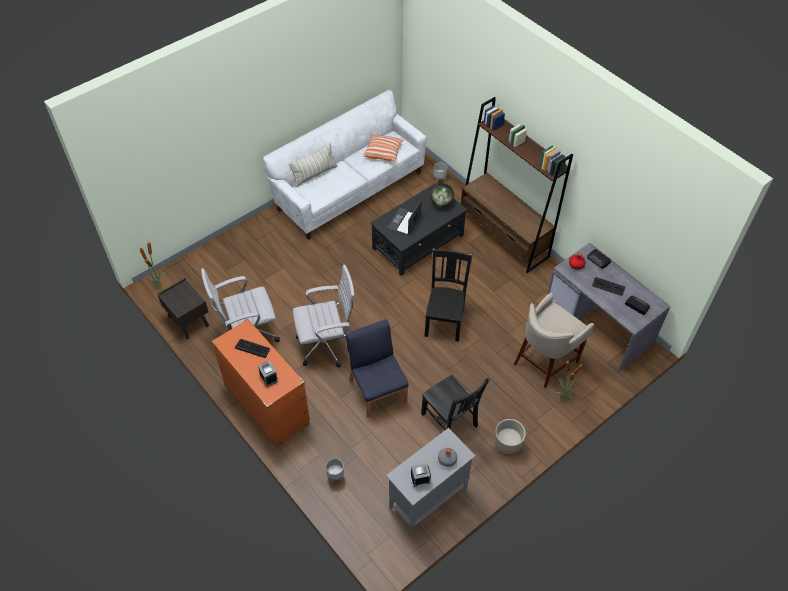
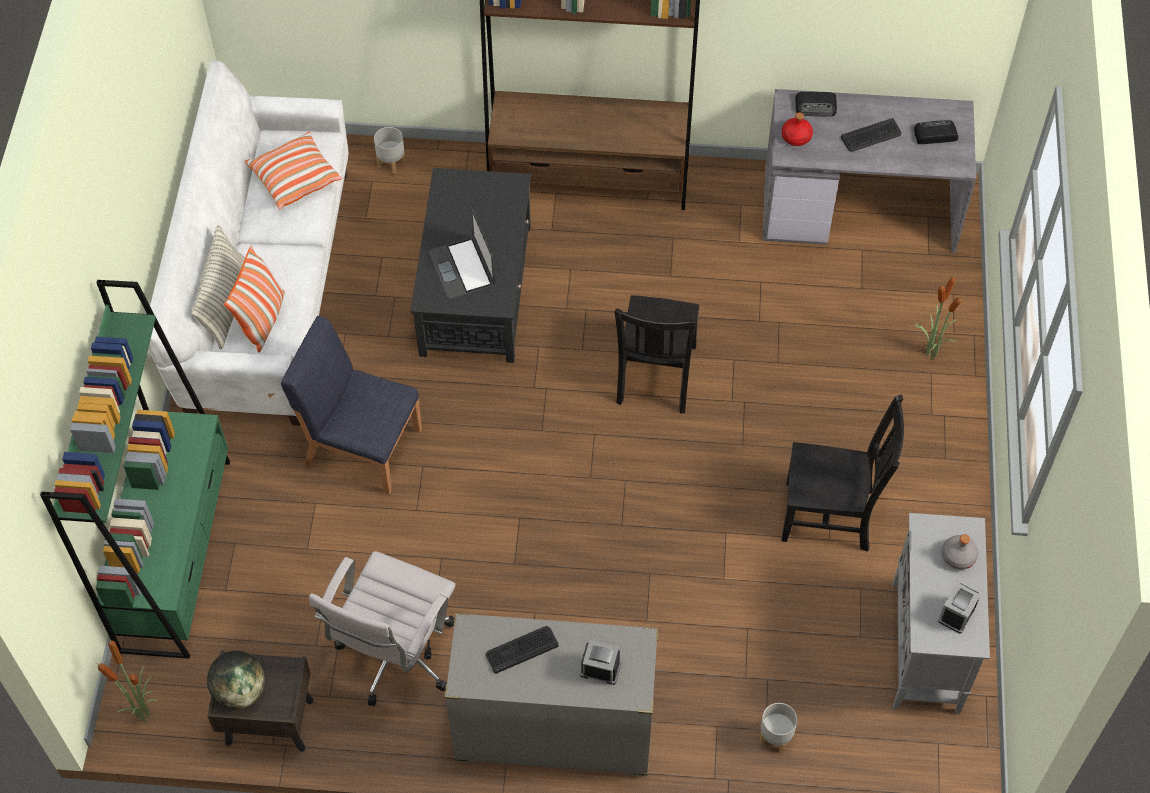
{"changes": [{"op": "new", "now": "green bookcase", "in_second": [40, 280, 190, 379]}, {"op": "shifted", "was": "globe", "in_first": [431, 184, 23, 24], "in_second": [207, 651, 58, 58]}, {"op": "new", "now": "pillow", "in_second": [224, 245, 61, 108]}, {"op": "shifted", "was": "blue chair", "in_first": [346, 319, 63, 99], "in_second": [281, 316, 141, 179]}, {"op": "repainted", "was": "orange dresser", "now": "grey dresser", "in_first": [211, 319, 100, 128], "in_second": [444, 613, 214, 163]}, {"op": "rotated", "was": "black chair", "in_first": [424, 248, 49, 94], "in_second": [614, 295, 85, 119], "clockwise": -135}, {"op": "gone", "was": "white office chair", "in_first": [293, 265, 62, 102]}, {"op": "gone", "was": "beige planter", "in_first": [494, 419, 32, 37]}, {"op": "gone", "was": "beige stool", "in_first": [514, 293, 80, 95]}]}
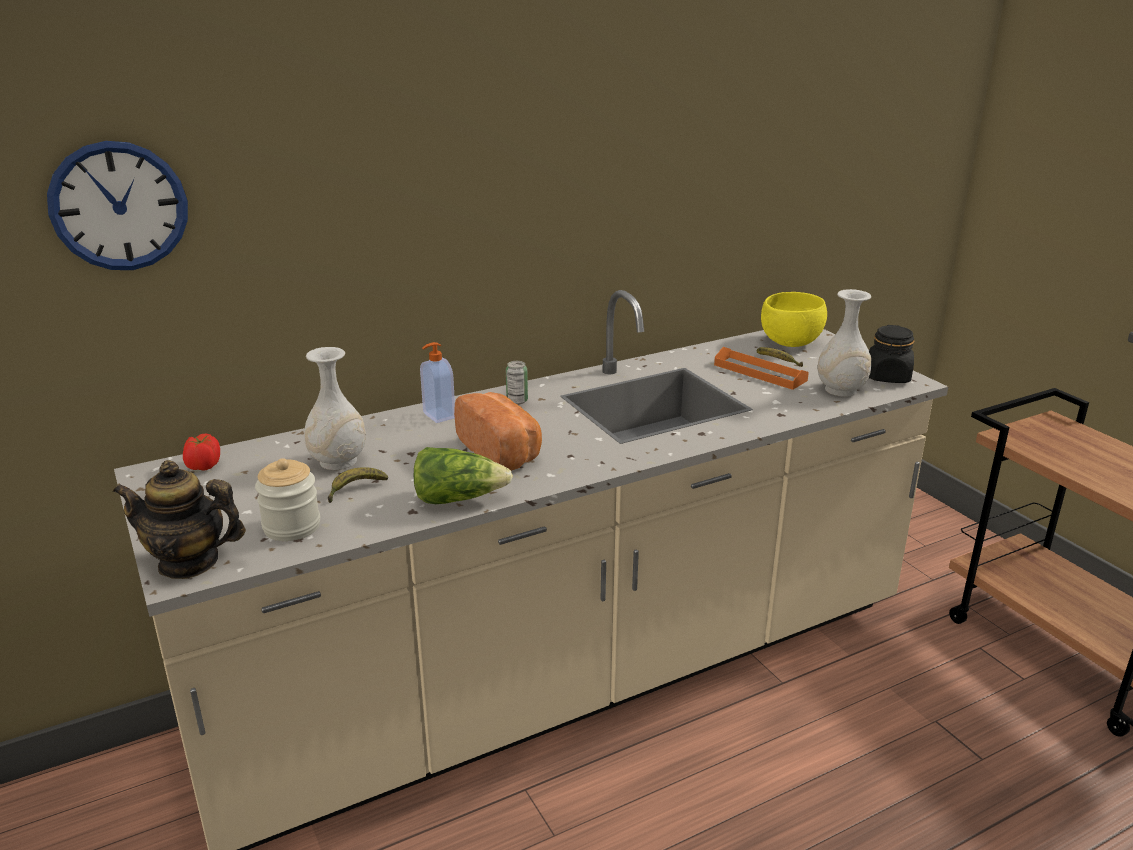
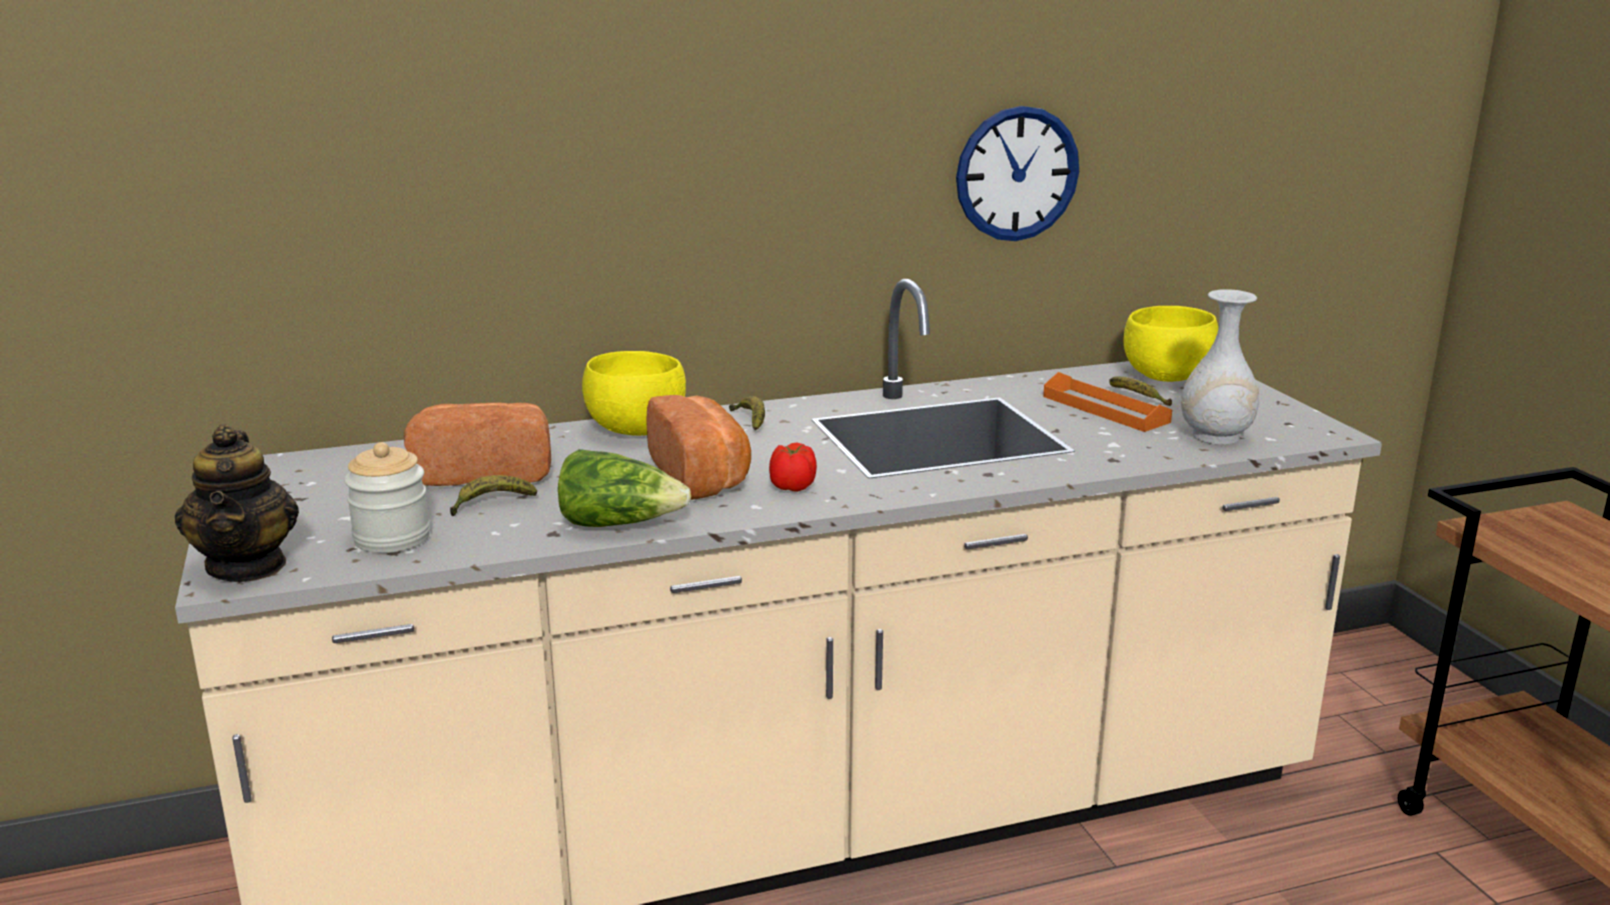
{"changes": [{"op": "rotated", "was": "teapot", "in_first": [113, 460, 133, 119], "in_second": [175, 424, 124, 158], "clockwise": -120}, {"op": "swapped", "was": "white vase", "now": "bread", "in_first": [304, 347, 62, 123], "in_second": [404, 403, 147, 83]}, {"op": "swapped", "was": "soap dispenser", "now": "yellow bowl", "in_first": [420, 342, 35, 81], "in_second": [582, 351, 104, 85]}, {"op": "swapped", "was": "can", "now": "banana", "in_first": [506, 361, 22, 44], "in_second": [729, 396, 36, 34]}, {"op": "shifted", "was": "tomato", "in_first": [183, 433, 37, 37], "in_second": [769, 443, 48, 49]}, {"op": "shifted", "was": "wall clock", "in_first": [47, 141, 141, 129], "in_second": [956, 106, 123, 135]}, {"op": "gone", "was": "black jar", "in_first": [869, 325, 45, 58]}]}
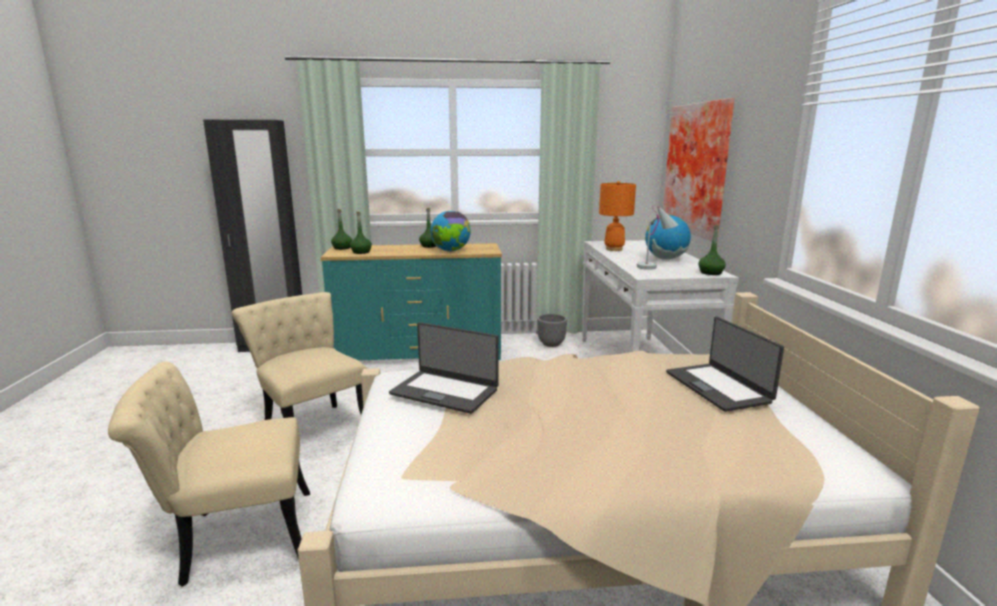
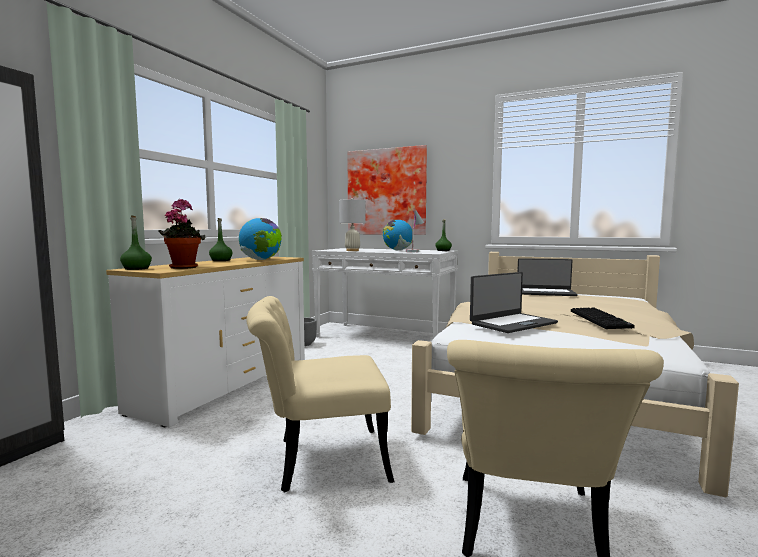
{"changes": [{"op": "repainted", "was": "turquoise dresser", "now": "white dresser", "in_first": [321, 243, 181, 118], "in_second": [106, 257, 199, 171]}, {"op": "swapped", "was": "green bottle", "now": "potted plant", "in_first": [350, 212, 22, 42], "in_second": [159, 199, 47, 70]}, {"op": "repainted", "was": "orange table lamp", "now": "white table lamp", "in_first": [599, 181, 37, 70], "in_second": [339, 198, 27, 53]}, {"op": "new", "now": "keyboard", "in_second": [571, 307, 64, 22]}]}
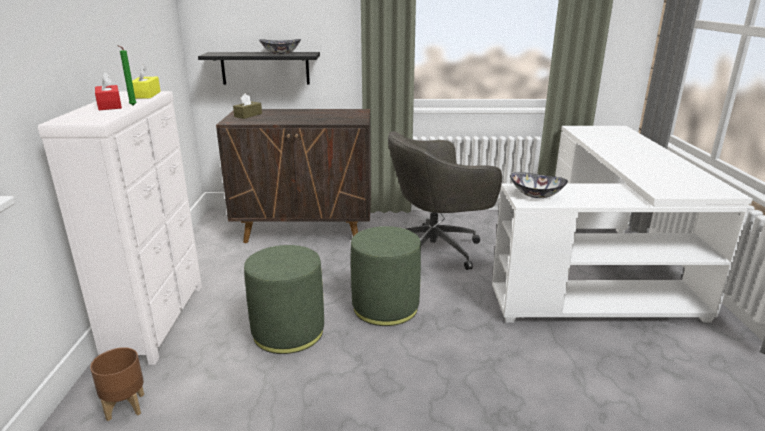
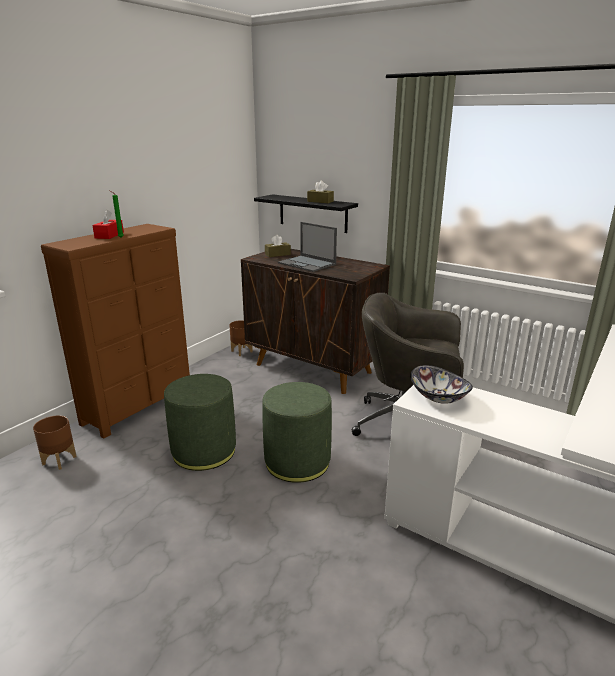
{"changes": [{"op": "repainted", "was": "white dresser", "now": "brown dresser", "in_first": [38, 91, 164, 274], "in_second": [41, 224, 149, 214]}, {"op": "new", "now": "brown planter", "in_second": [229, 320, 24, 36]}, {"op": "new", "now": "laptop", "in_second": [278, 222, 59, 50]}, {"op": "swapped", "was": "bowl", "now": "brown tissue box", "in_first": [259, 39, 42, 15], "in_second": [307, 181, 27, 22]}, {"op": "gone", "was": "yellow tissue box", "in_first": [132, 64, 29, 35]}]}
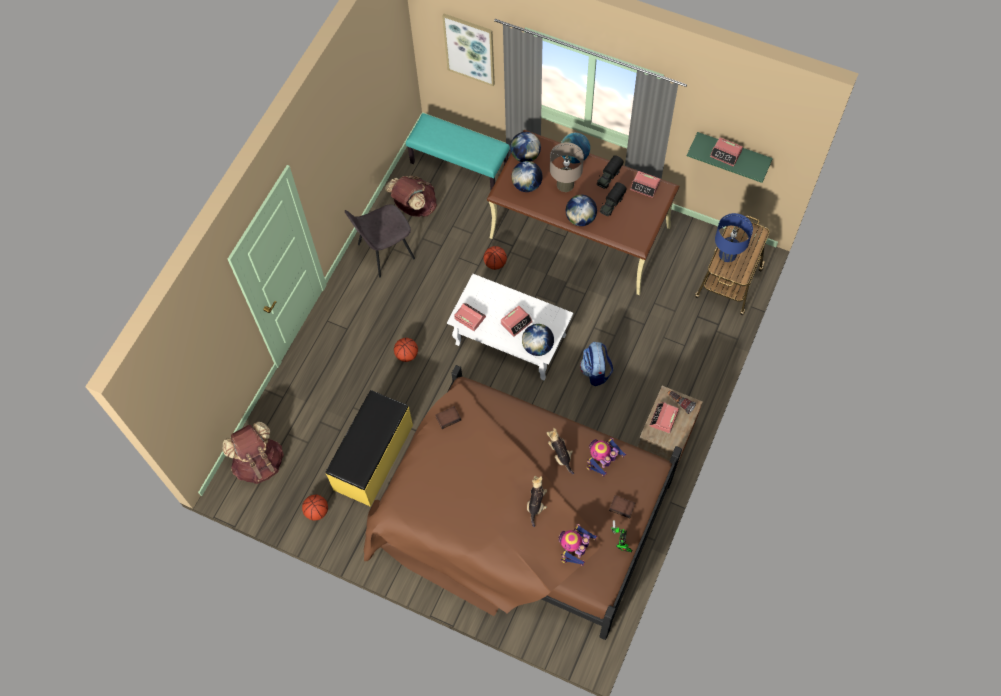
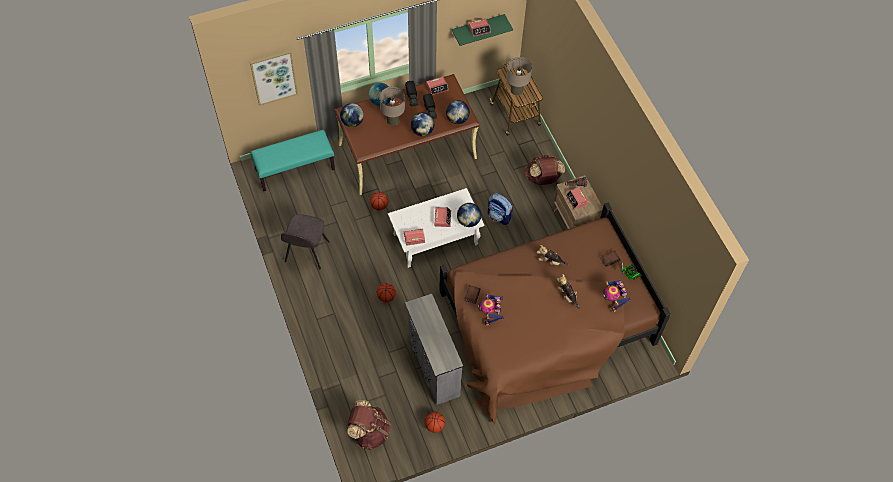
{"changes": [{"op": "swapped", "was": "yellow bench", "now": "grey dresser", "in_first": [326, 390, 87, 117], "in_second": [405, 294, 58, 111]}, {"op": "shifted", "was": "globe", "in_first": [511, 161, 31, 31], "in_second": [446, 100, 24, 24]}, {"op": "shifted", "was": "toy robot", "in_first": [586, 438, 40, 38], "in_second": [478, 294, 26, 32]}, {"op": "repainted", "was": "blue table lamp", "now": "beige table lamp", "in_first": [715, 213, 38, 49], "in_second": [506, 57, 26, 39]}, {"op": "shifted", "was": "brown backpack", "in_first": [385, 175, 52, 42], "in_second": [525, 155, 40, 30]}]}
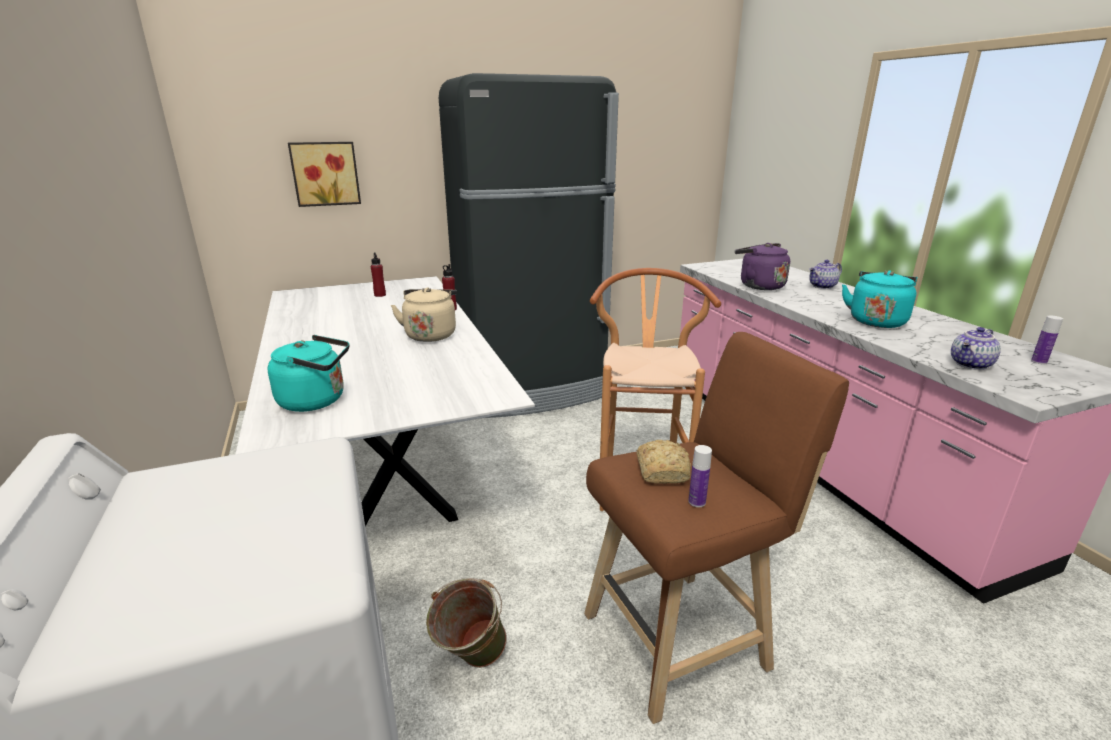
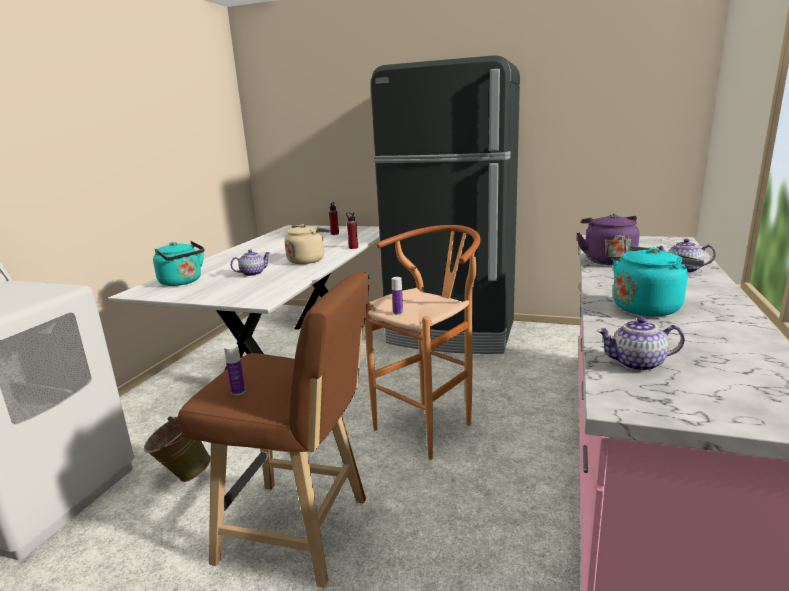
{"changes": [{"op": "new", "now": "teapot", "in_second": [230, 250, 41, 26]}, {"op": "shifted", "was": "bottle", "in_first": [1031, 315, 32, 49], "in_second": [392, 277, 11, 38]}, {"op": "gone", "was": "picture", "in_first": [288, 142, 73, 65]}, {"op": "gone", "was": "bread", "in_first": [636, 440, 55, 44]}]}
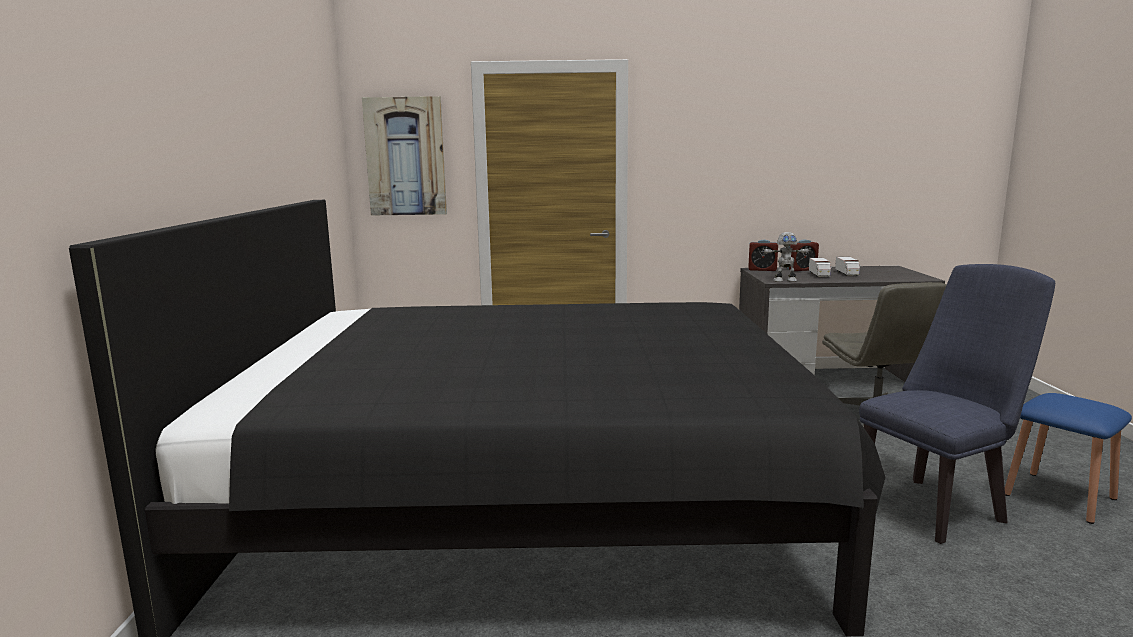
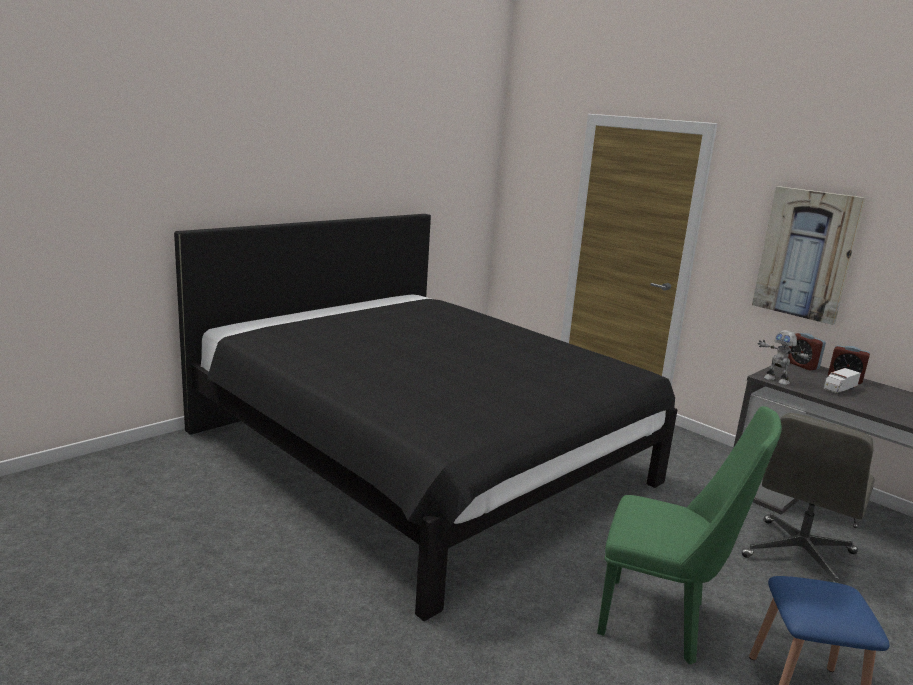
{"changes": [{"op": "repainted", "was": "blue chair", "now": "green chair", "in_first": [859, 264, 196, 280], "in_second": [597, 406, 185, 259]}, {"op": "shifted", "was": "picture", "in_first": [362, 96, 85, 120], "in_second": [752, 186, 114, 139]}, {"op": "gone", "was": "toy truck", "in_first": [835, 257, 26, 19]}]}
